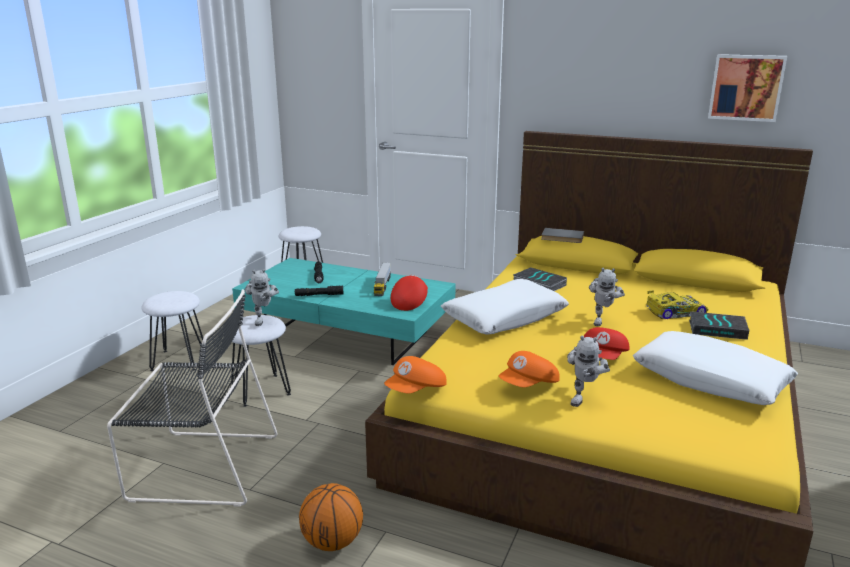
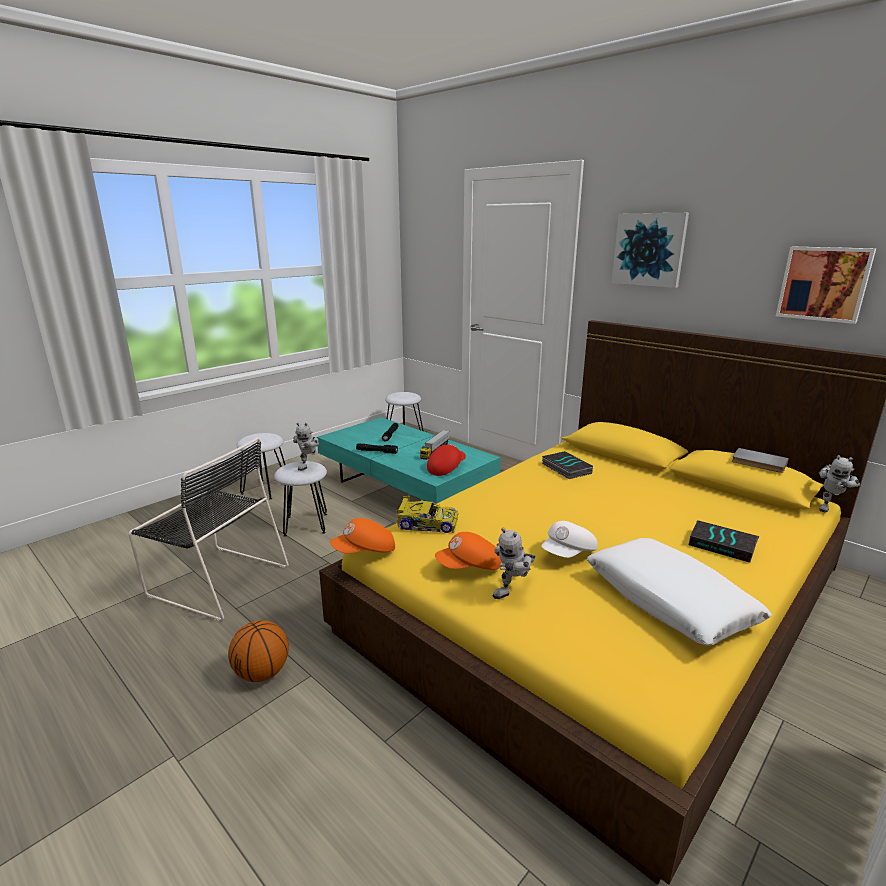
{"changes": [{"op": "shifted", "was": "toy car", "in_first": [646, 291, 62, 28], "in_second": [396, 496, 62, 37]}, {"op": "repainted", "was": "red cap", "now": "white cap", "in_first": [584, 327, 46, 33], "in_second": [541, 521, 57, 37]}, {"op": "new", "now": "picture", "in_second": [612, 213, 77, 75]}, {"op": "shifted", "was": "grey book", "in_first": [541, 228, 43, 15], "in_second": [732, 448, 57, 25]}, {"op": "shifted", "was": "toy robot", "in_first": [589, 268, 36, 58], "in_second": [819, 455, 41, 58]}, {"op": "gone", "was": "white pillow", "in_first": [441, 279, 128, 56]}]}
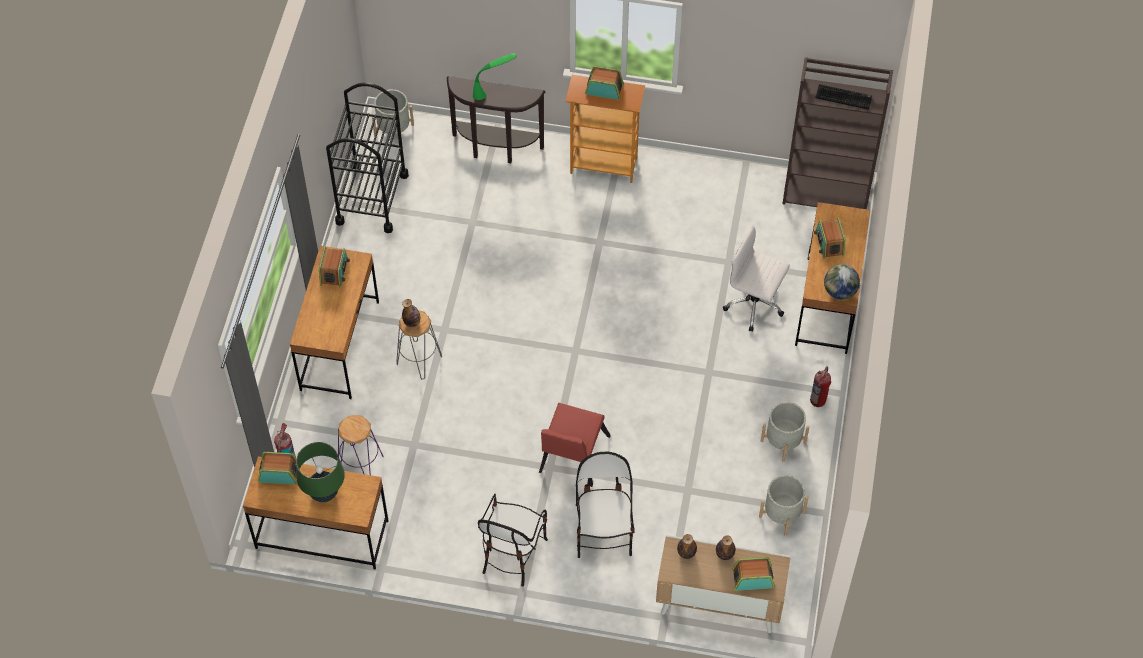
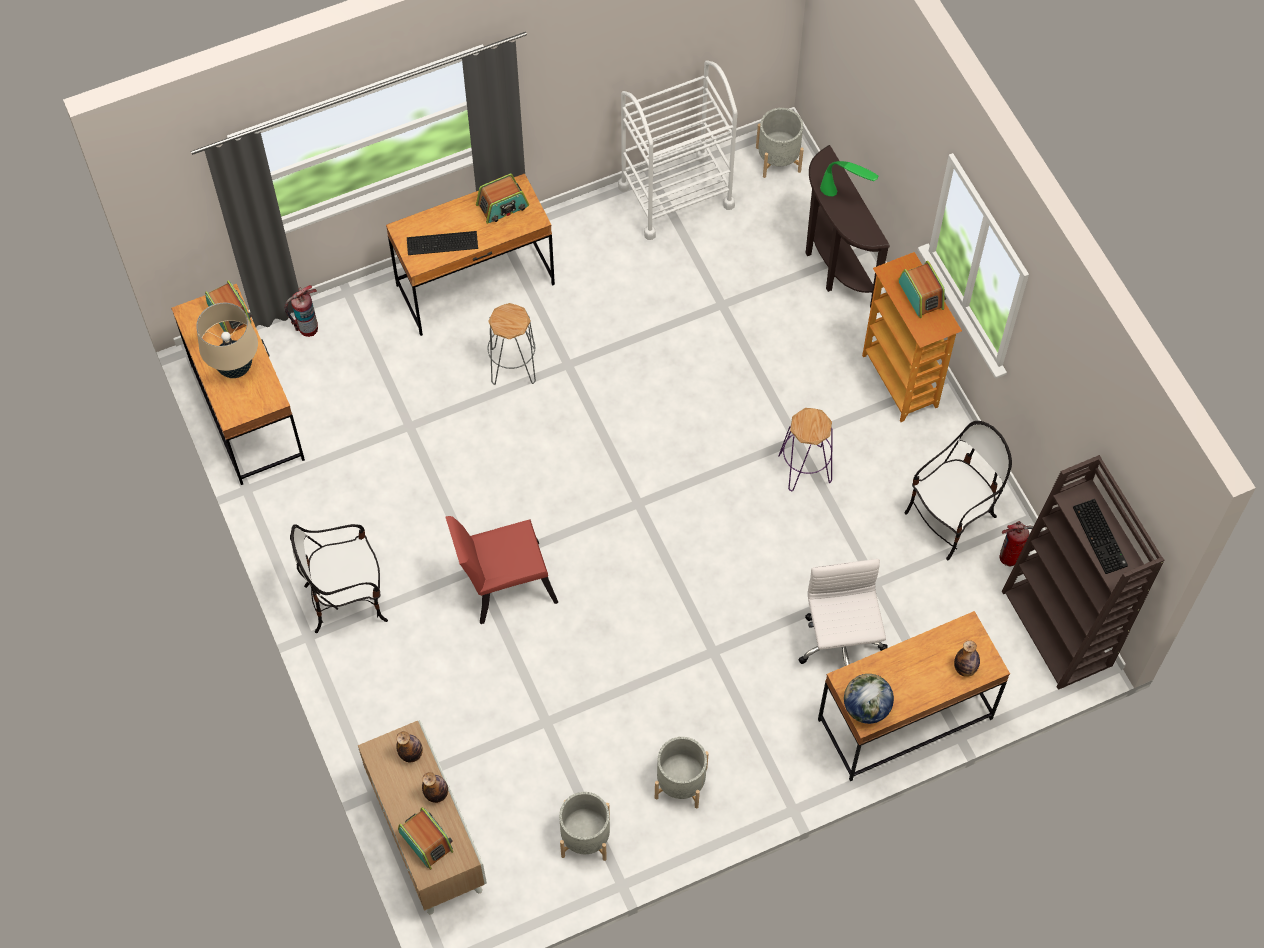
{"changes": [{"op": "repainted", "was": "green table lamp", "now": "beige table lamp", "in_first": [296, 442, 49, 60], "in_second": [196, 303, 62, 75]}, {"op": "new", "now": "keyboard", "in_second": [407, 231, 71, 24]}, {"op": "repainted", "was": "black cart", "now": "white cart", "in_first": [326, 83, 83, 150], "in_second": [618, 60, 119, 180]}, {"op": "shifted", "was": "purple stool", "in_first": [338, 415, 46, 60], "in_second": [778, 408, 55, 83]}, {"op": "shifted", "was": "chair", "in_first": [576, 452, 59, 106], "in_second": [904, 421, 108, 139]}, {"op": "shifted", "was": "bottle", "in_first": [402, 299, 18, 28], "in_second": [954, 640, 26, 37]}, {"op": "shifted", "was": "fire extinguisher", "in_first": [810, 366, 21, 41], "in_second": [1000, 521, 34, 46]}, {"op": "gone", "was": "radio", "in_first": [814, 218, 31, 41]}]}
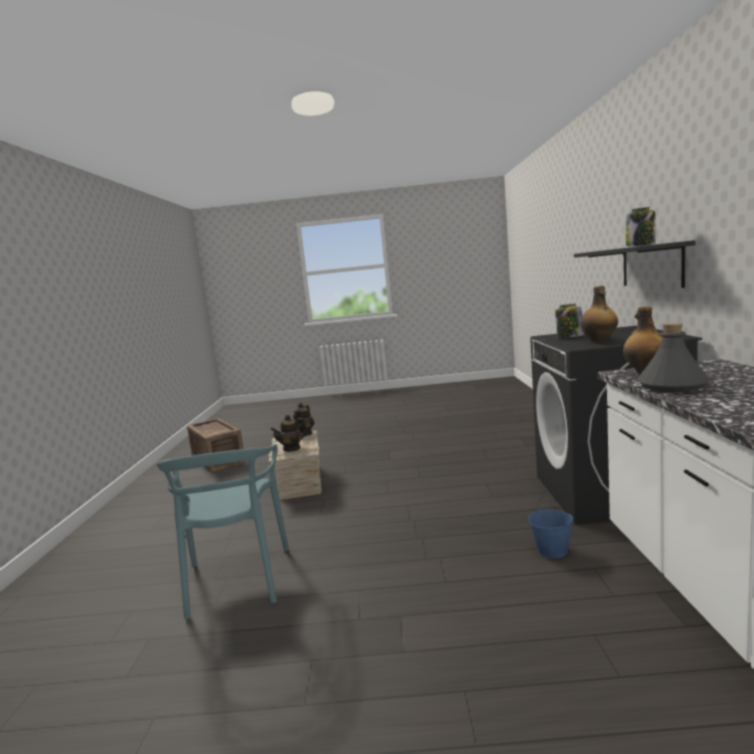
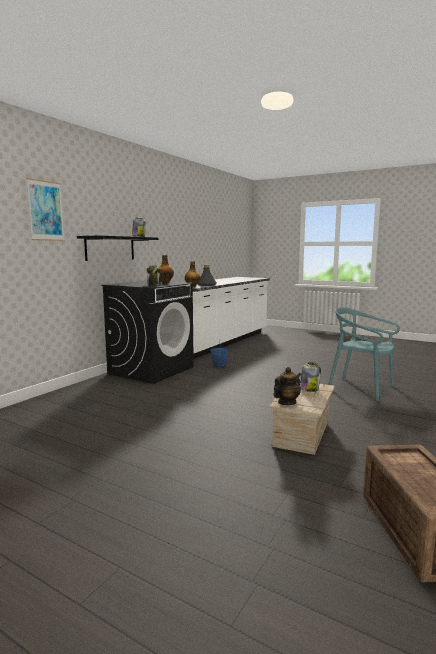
{"changes": [{"op": "new", "now": "picture", "in_second": [26, 178, 39, 63]}, {"op": "swapped", "was": "teapot", "now": "jar", "in_first": [270, 415, 38, 37], "in_second": [300, 362, 21, 30]}, {"op": "rotated", "was": "turquoise chair", "in_first": [156, 444, 133, 175], "in_second": [328, 307, 72, 94], "clockwise": -75}]}
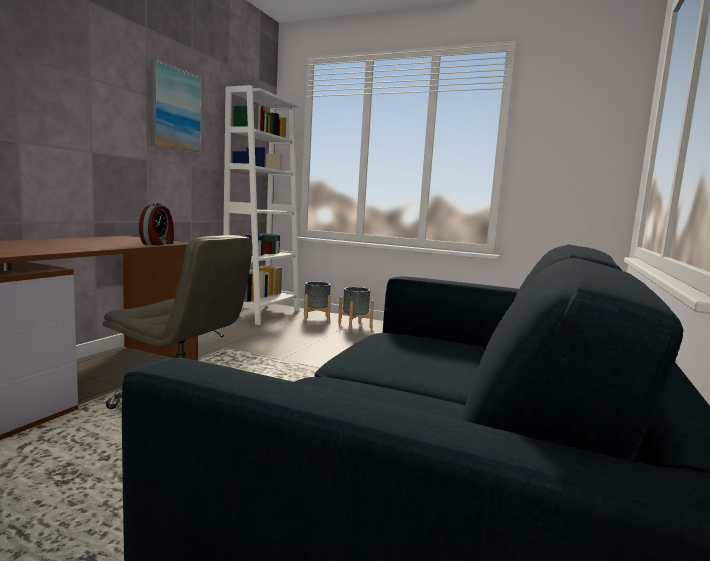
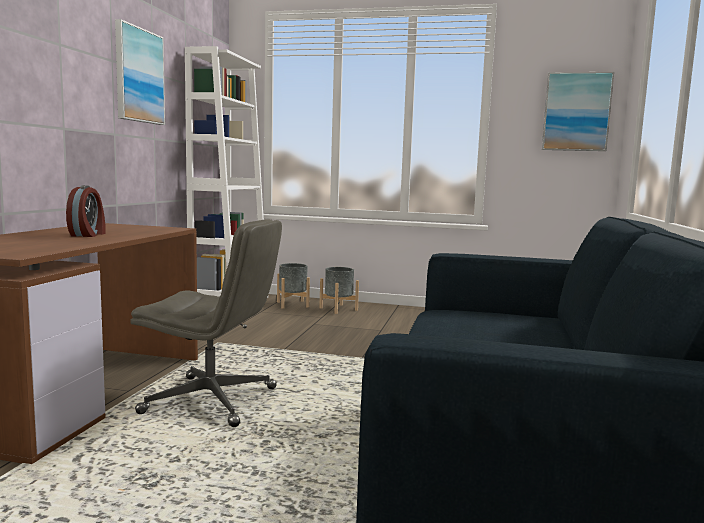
{"changes": [{"op": "shifted", "was": "alarm clock", "in_first": [139, 203, 35, 42], "in_second": [66, 185, 40, 52]}, {"op": "new", "now": "picture", "in_second": [542, 72, 72, 79]}]}
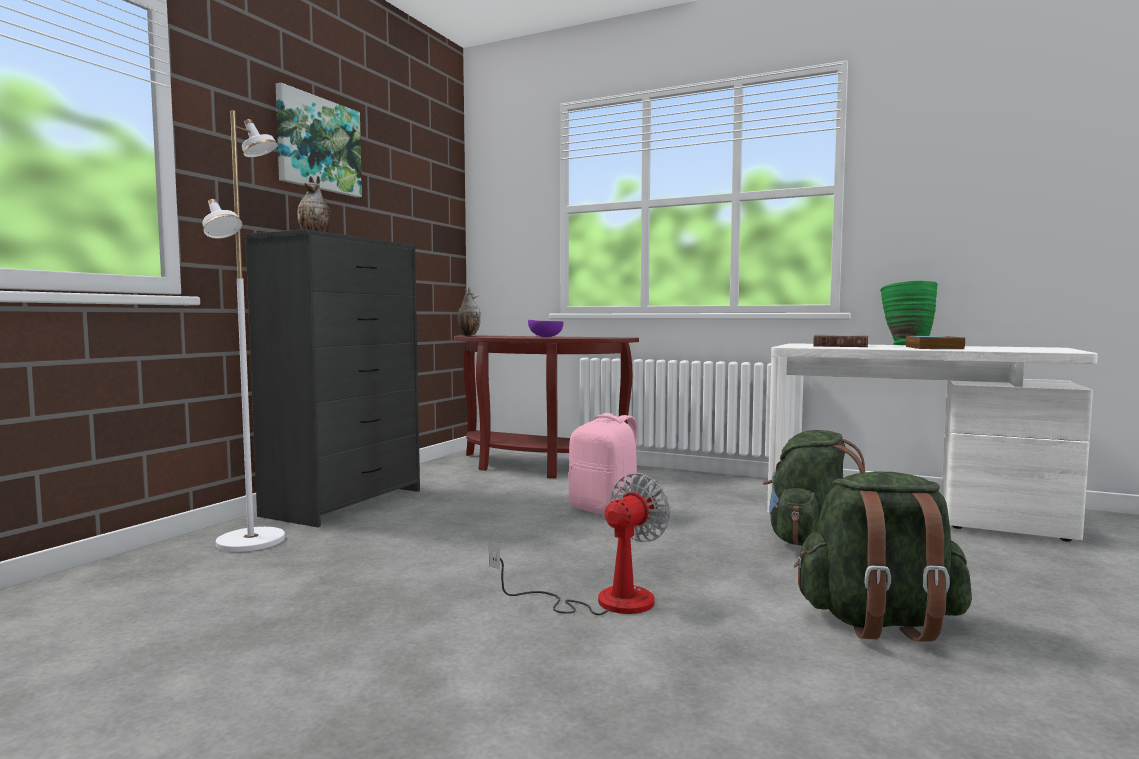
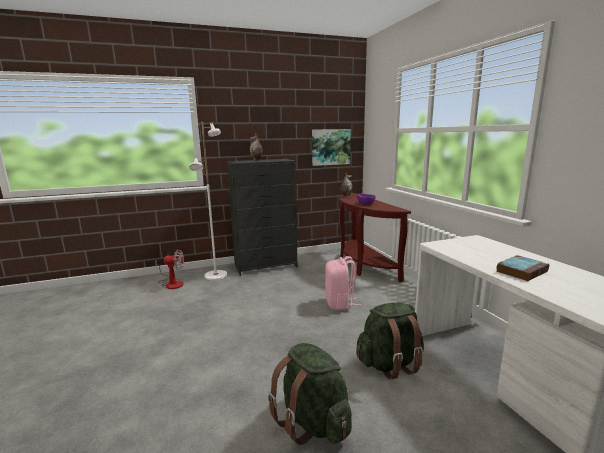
{"changes": [{"op": "shifted", "was": "fan", "in_first": [489, 473, 181, 142], "in_second": [155, 249, 29, 40]}, {"op": "shifted", "was": "picture", "in_first": [276, 83, 86, 114], "in_second": [312, 129, 39, 37]}, {"op": "gone", "was": "book", "in_first": [813, 335, 55, 12]}, {"op": "gone", "was": "green vase", "in_first": [880, 281, 58, 64]}]}
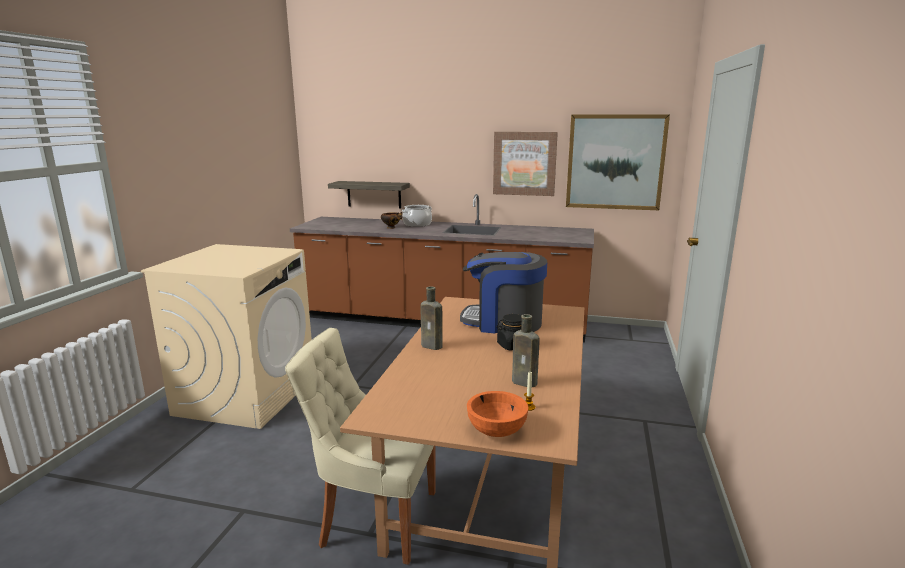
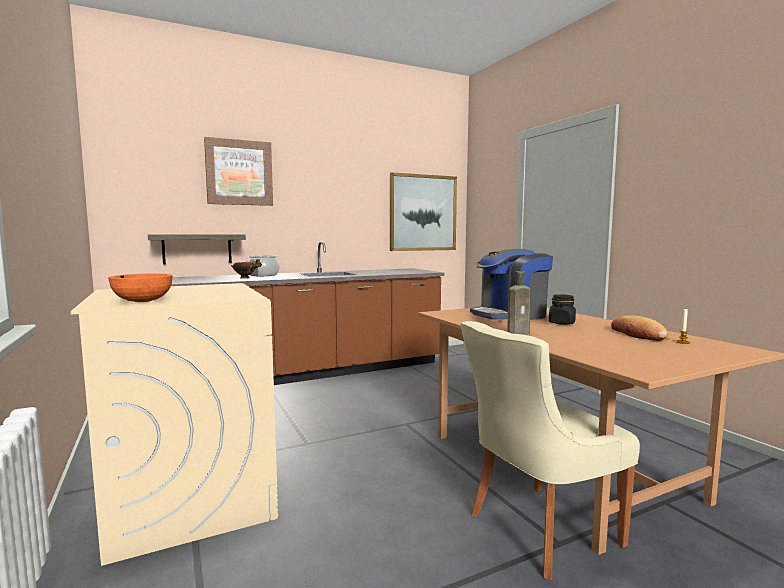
{"changes": [{"op": "shifted", "was": "orange bowl", "in_first": [467, 391, 61, 46], "in_second": [108, 273, 65, 29]}, {"op": "shifted", "was": "picture", "in_first": [493, 132, 65, 64], "in_second": [204, 137, 69, 69]}, {"op": "swapped", "was": "brown bottle", "now": "bread", "in_first": [512, 314, 28, 73], "in_second": [611, 316, 57, 25]}]}
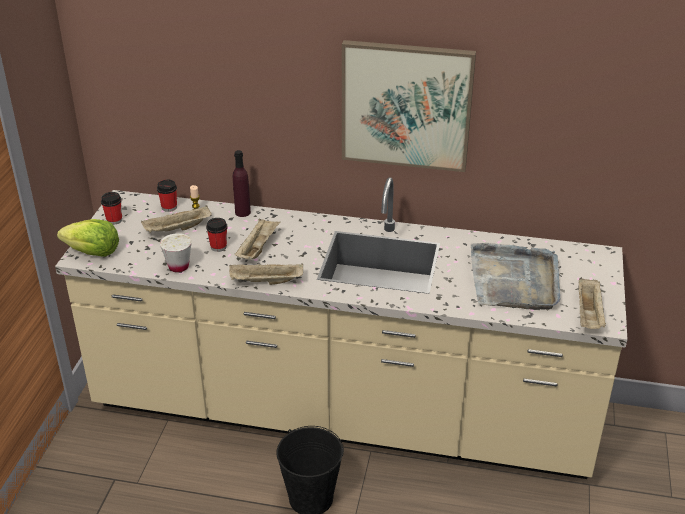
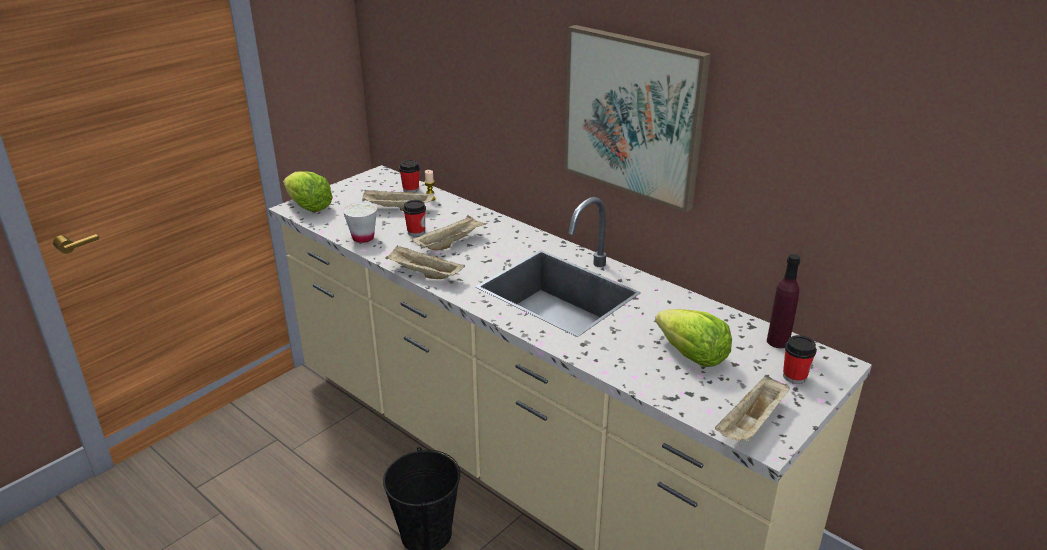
{"changes": [{"op": "swapped", "was": "grey tray", "now": "lettuce", "in_first": [471, 243, 89, 67], "in_second": [655, 309, 77, 58]}, {"op": "shifted", "was": "purple bottle", "in_first": [233, 150, 18, 67], "in_second": [767, 254, 33, 94]}, {"op": "shifted", "was": "cup", "in_first": [101, 192, 21, 33], "in_second": [783, 335, 34, 49]}]}
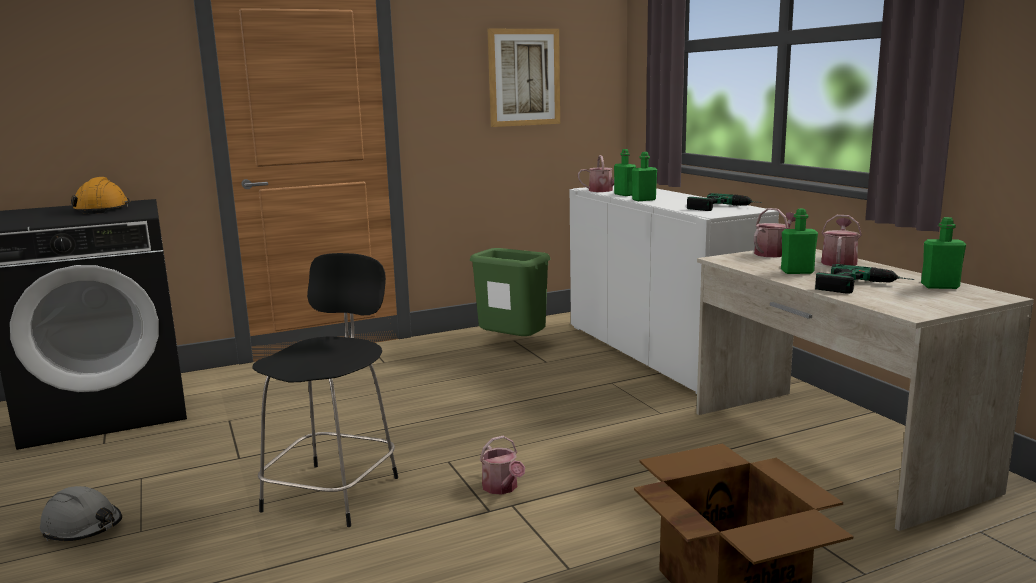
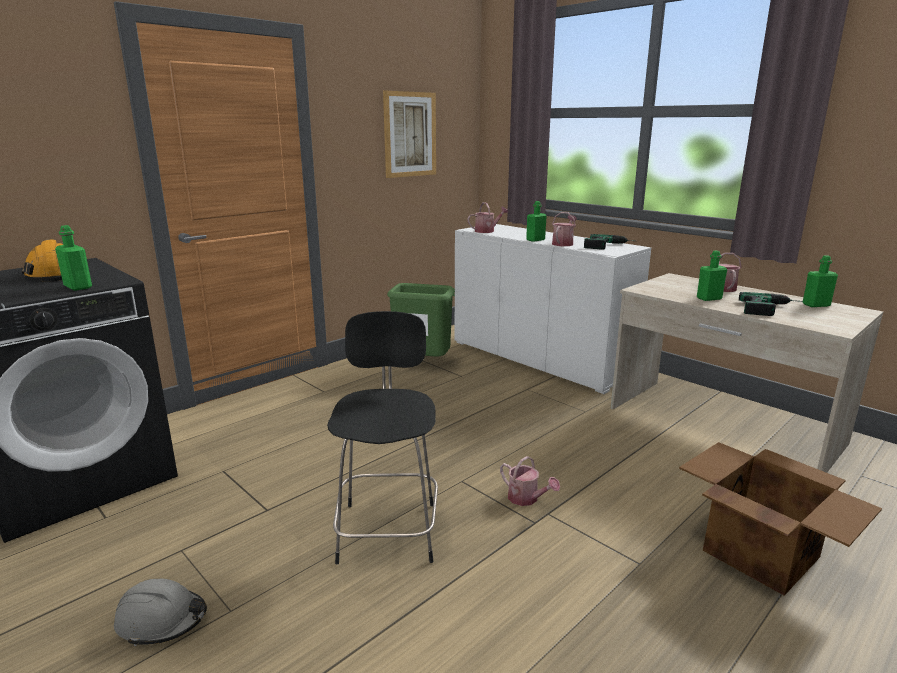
{"changes": [{"op": "shifted", "was": "green bottle", "in_first": [614, 149, 22, 47], "in_second": [55, 225, 37, 66]}, {"op": "shifted", "was": "watering can", "in_first": [754, 208, 42, 49], "in_second": [552, 212, 25, 34]}]}
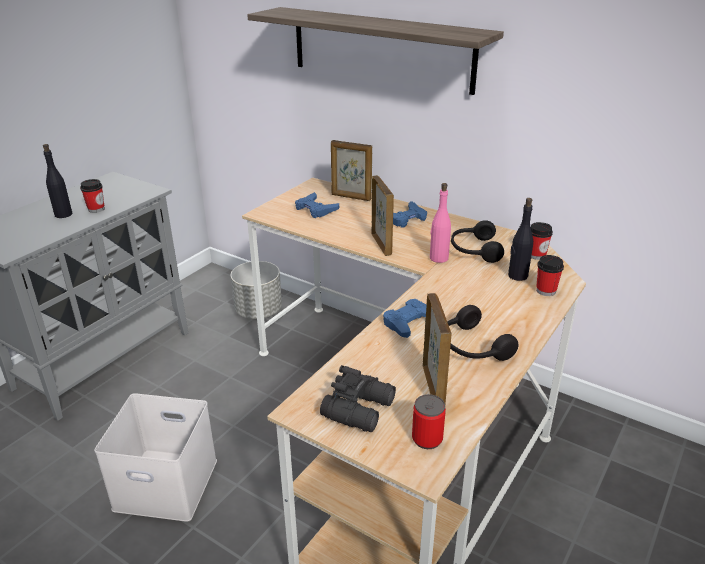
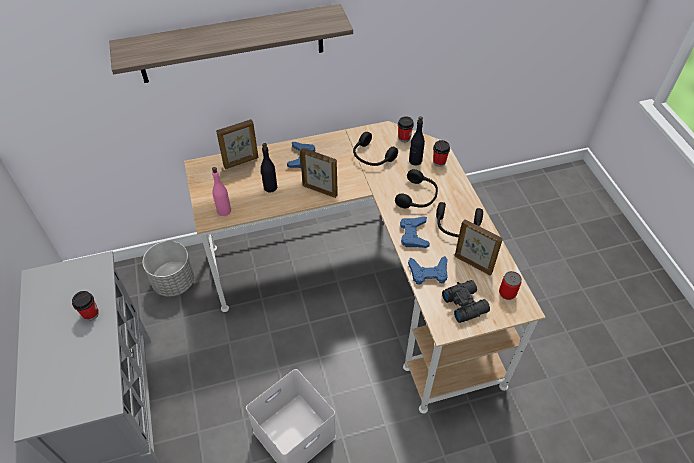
{"changes": [{"op": "shifted", "was": "pink bottle", "in_first": [430, 183, 21, 80], "in_second": [212, 167, 19, 49]}, {"op": "shifted", "was": "black bottle", "in_first": [43, 144, 29, 74], "in_second": [261, 143, 16, 50]}, {"op": "new", "now": "black headphones", "in_second": [395, 169, 43, 39]}, {"op": "shifted", "was": "blue game controller", "in_first": [295, 192, 44, 26], "in_second": [408, 256, 40, 29]}]}
